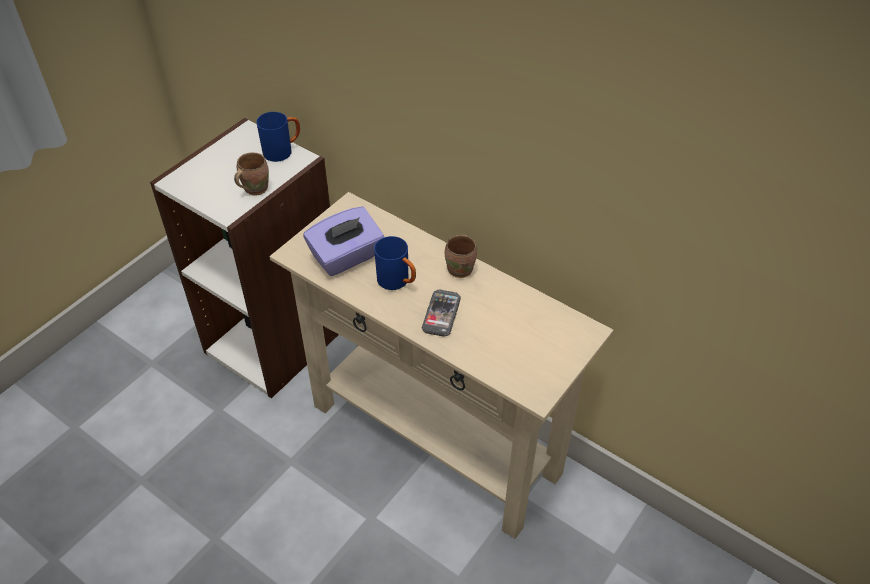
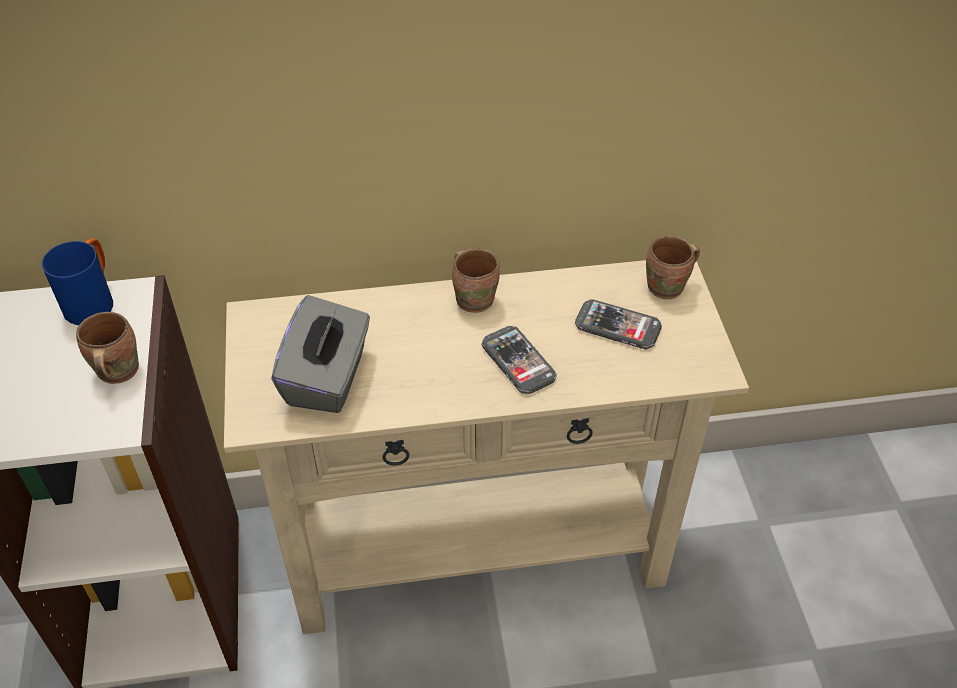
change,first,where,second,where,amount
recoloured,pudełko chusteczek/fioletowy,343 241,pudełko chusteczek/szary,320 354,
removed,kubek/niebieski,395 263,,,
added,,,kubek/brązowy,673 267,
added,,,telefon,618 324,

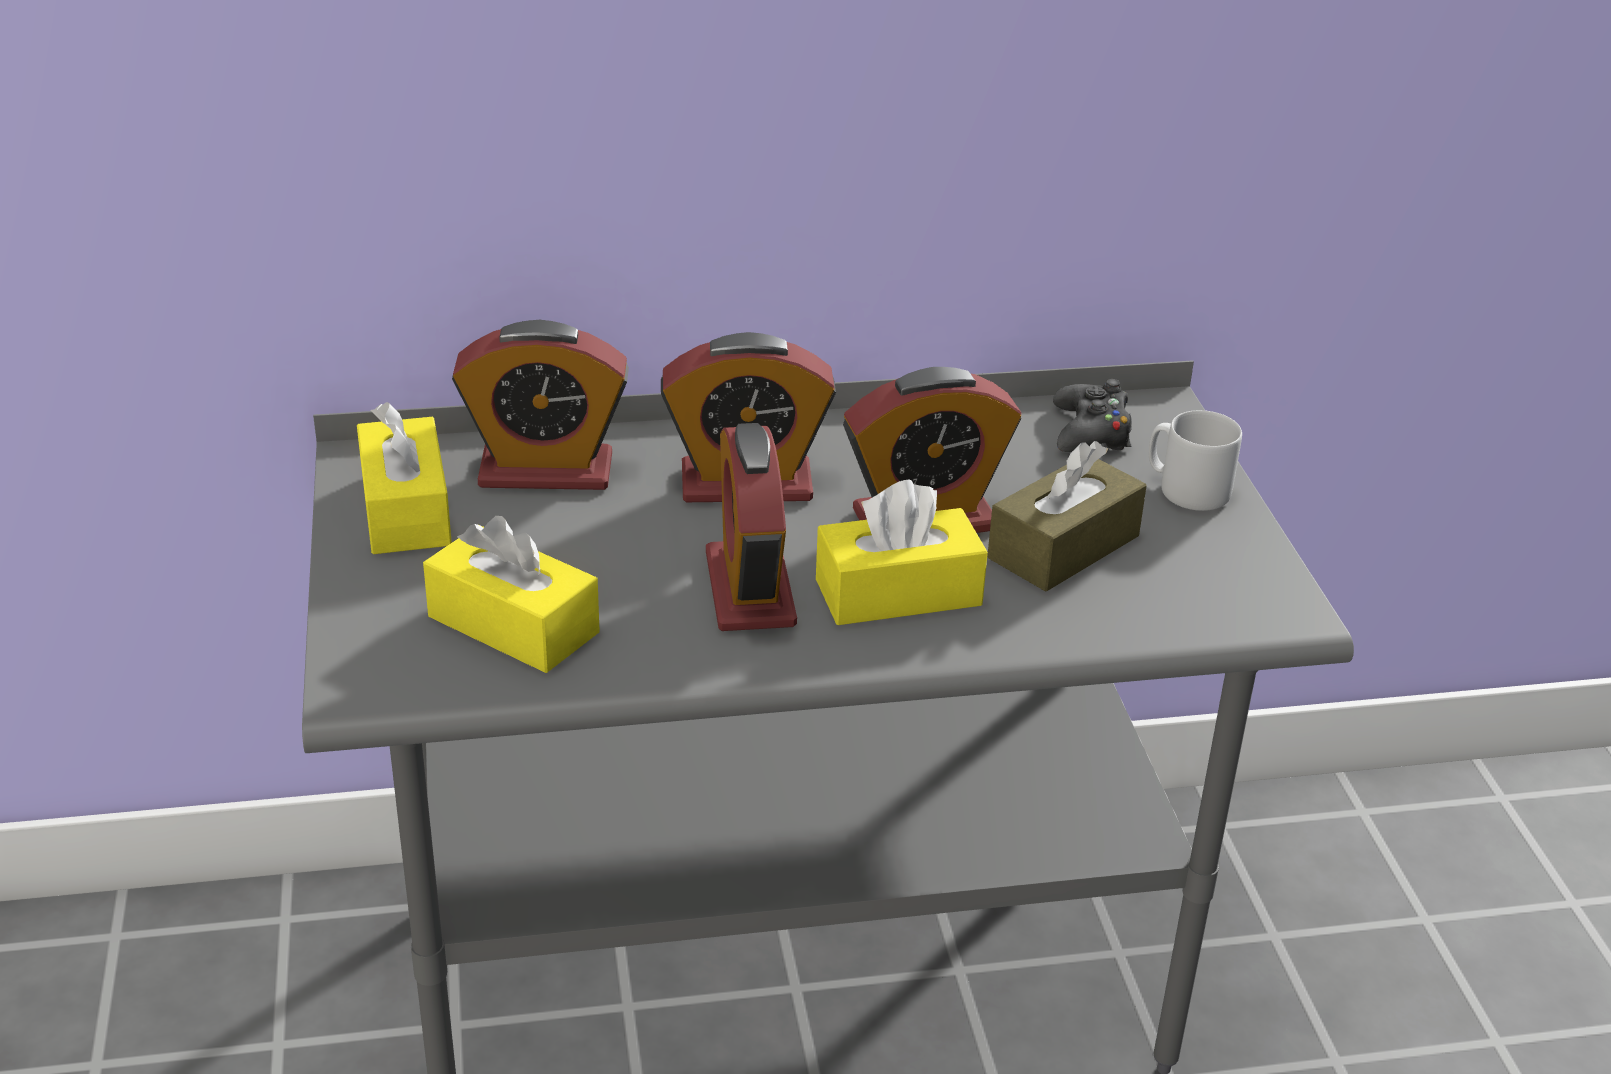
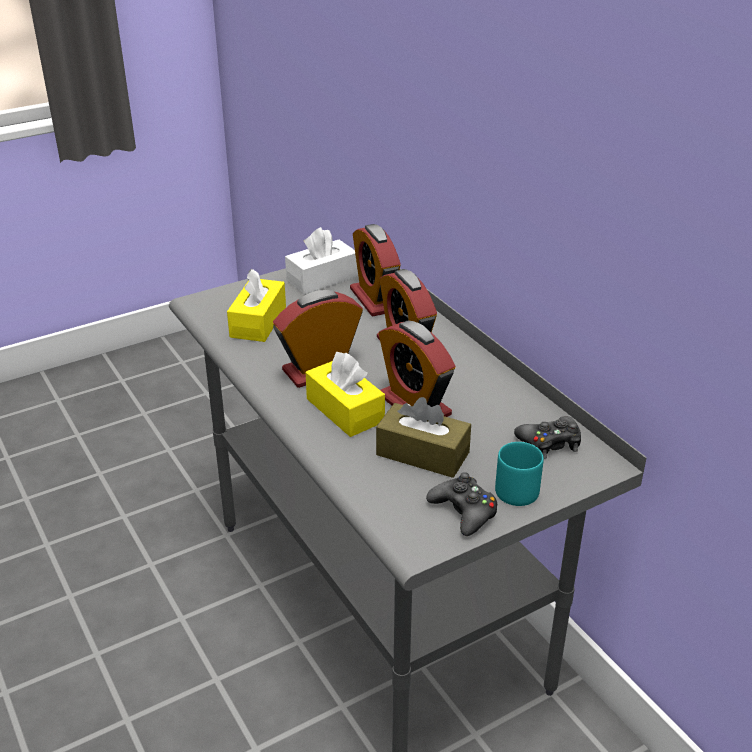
change,first,where,second,where,amount
recoloured,pudełko chusteczek/żółty,404 478,pudełko chusteczek/biały,321 260,
recoloured,kubek/szary,1195 460,kubek/turkusowy,519 474,
added,,,pad do gier/czarny,462 504,

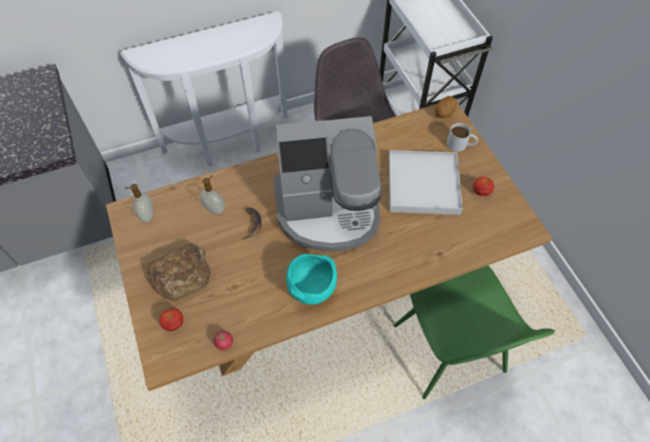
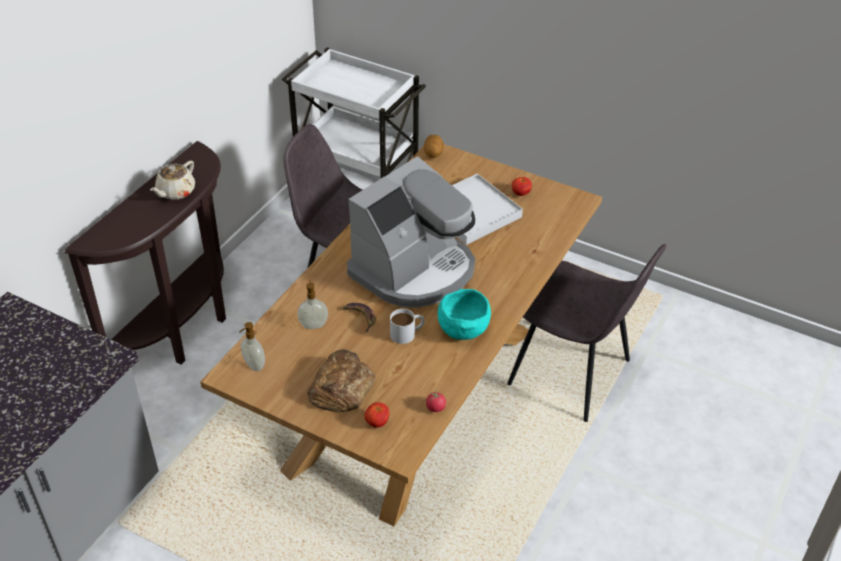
change,first,where,second,where,amount
recoloured,stolik konsolowy/biały,204 89,stolik konsolowy/brązowy,145 253,
moved,kubek/biały,462 137,,407 326,
recoloured,krzesło/zielony,474 332,krzesło/szary,586 333,
added,,,imbryk/beżowy,172 180,

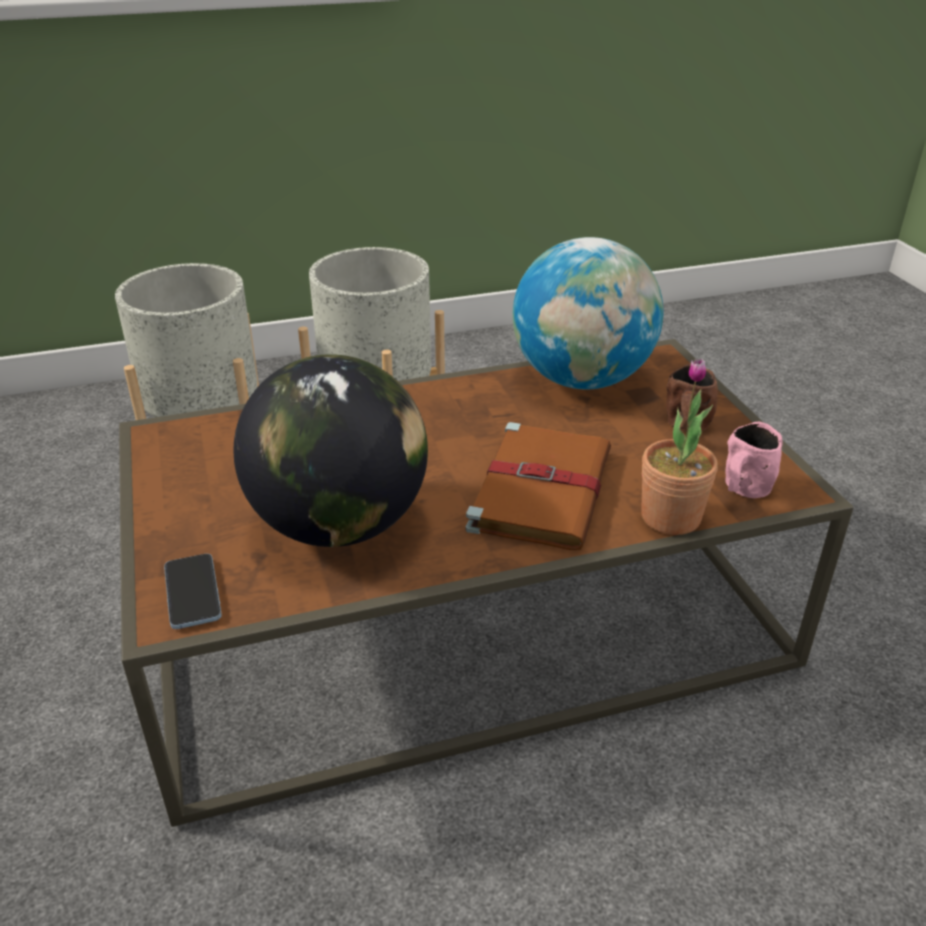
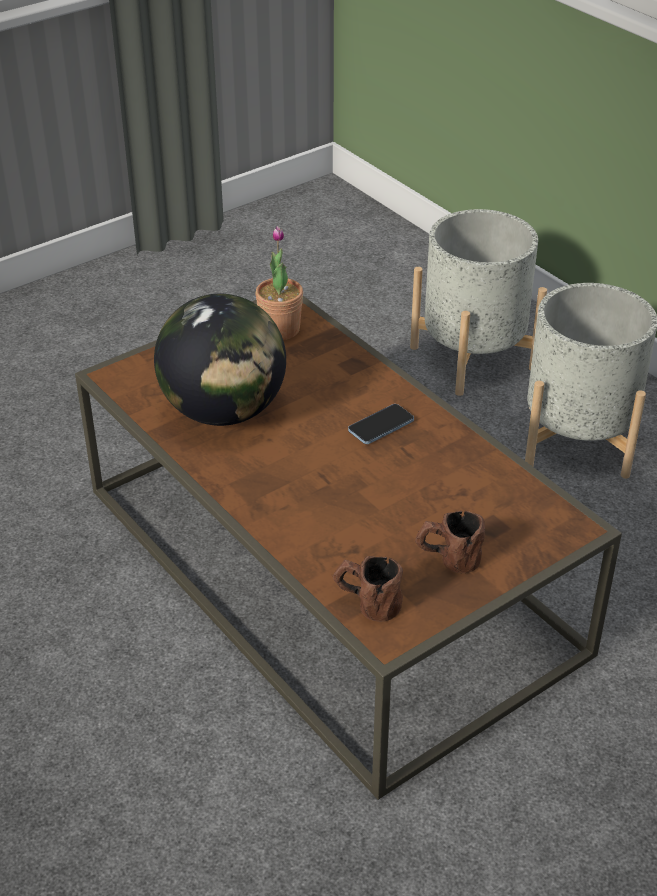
change,first,where,second,where,amount
removed,globus,588 313,,,
moved,roślina doniczkowa,679 446,,279 283,
removed,książka/brązowy,538 486,,,
recoloured,kubek/różowy,754 460,kubek/brązowy,368 589,
moved,telefon,193 591,,381 424,

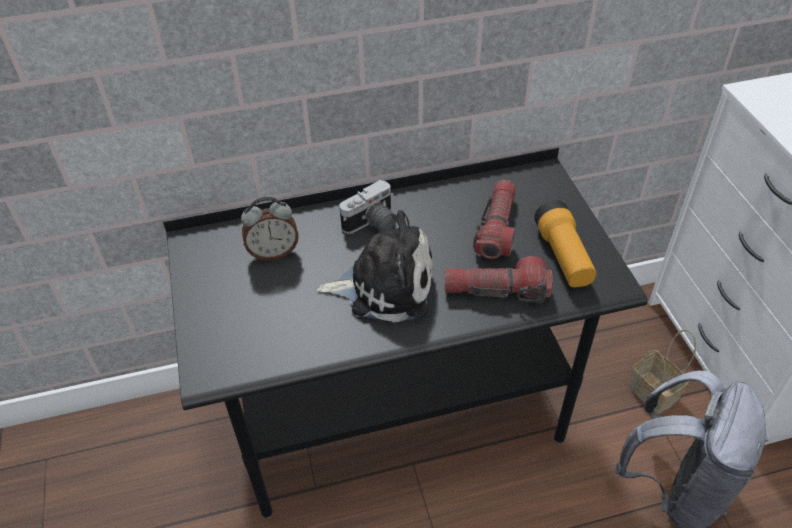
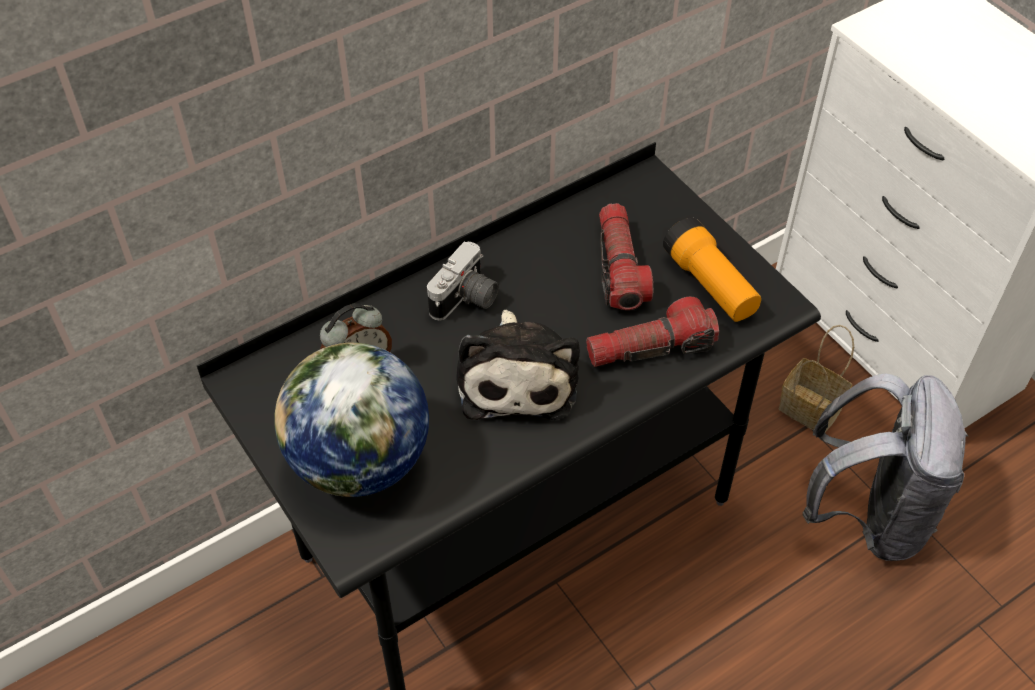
change,first,where,second,where,amount
turned,pluszak,375 266,,518 365,105 degrees clockwise
added,,,globus,351 420,

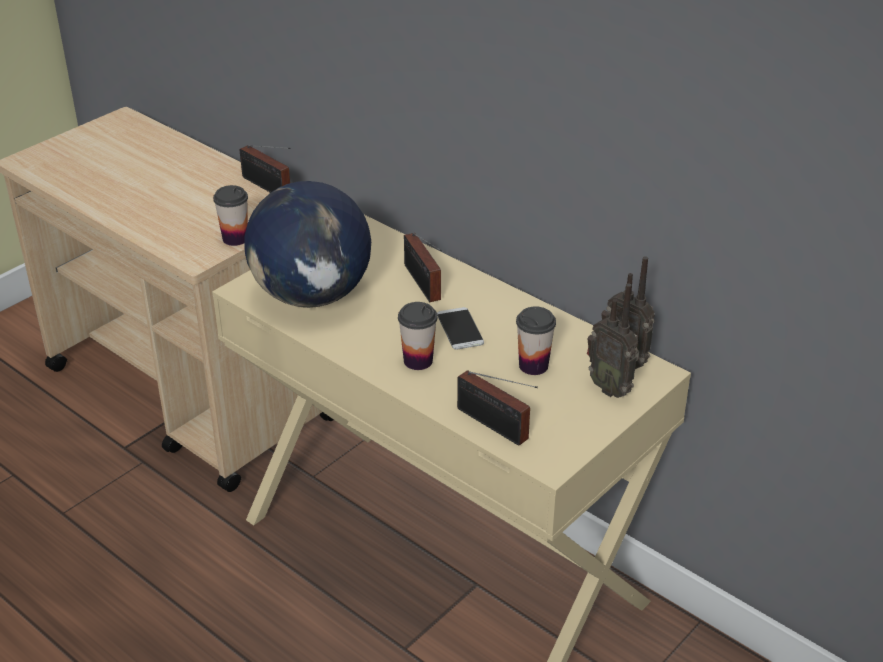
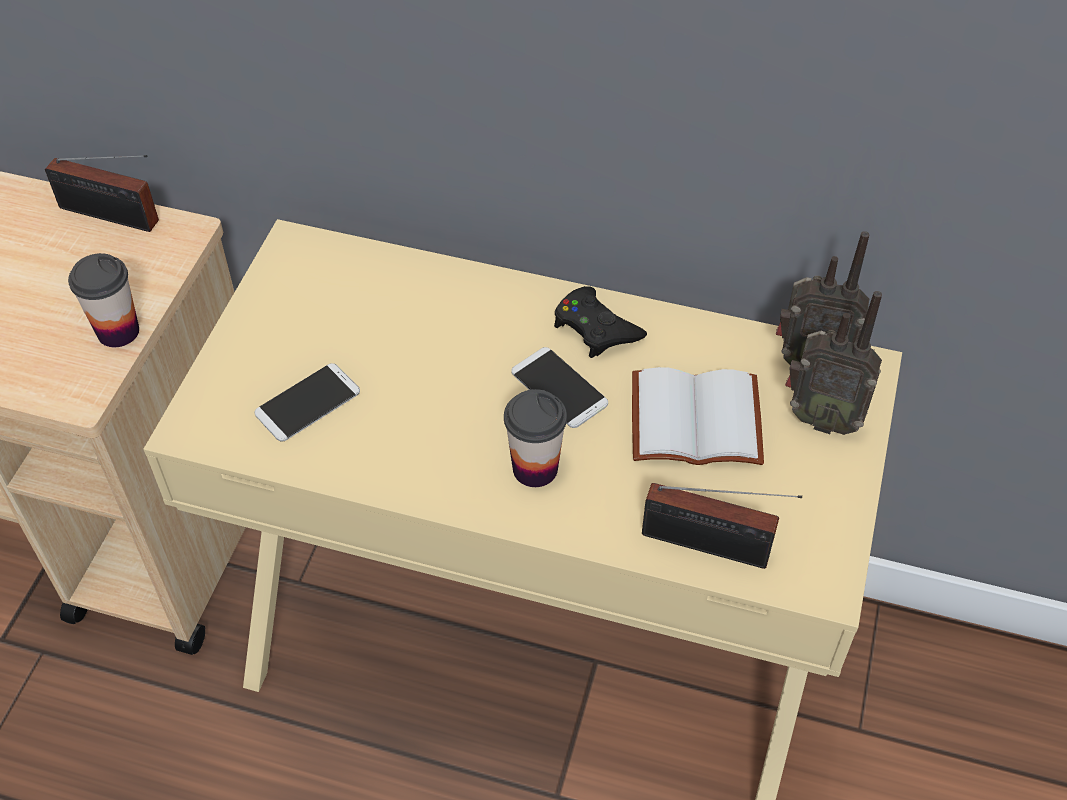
change,first,where,second,where,amount
replaced,globus,307 244,telefon,307 402,
removed,radio,423 267,,,
replaced,filiżanka,536 340,książka/biały,698 416,
added,,,pad do gier/czarny,600 322,

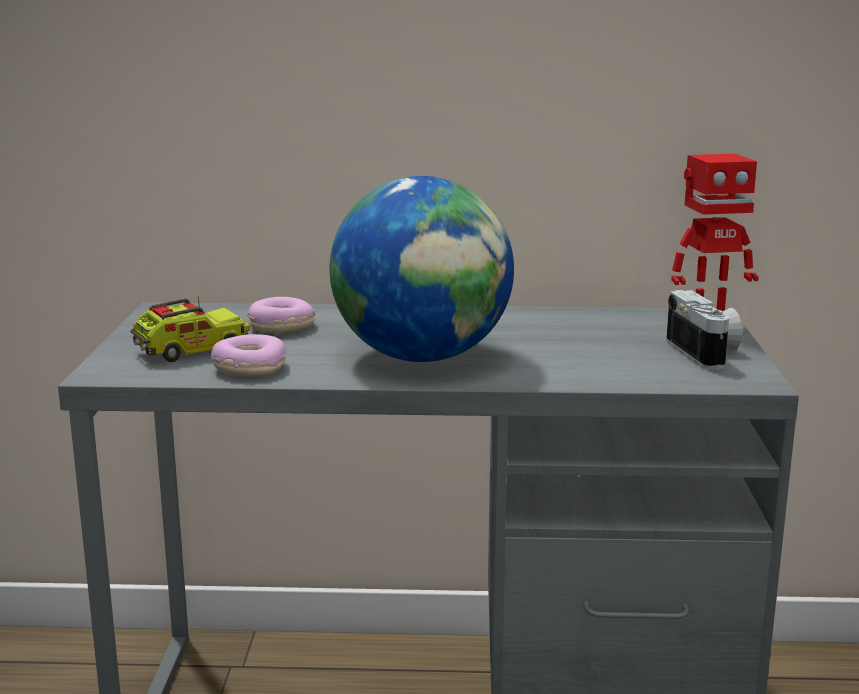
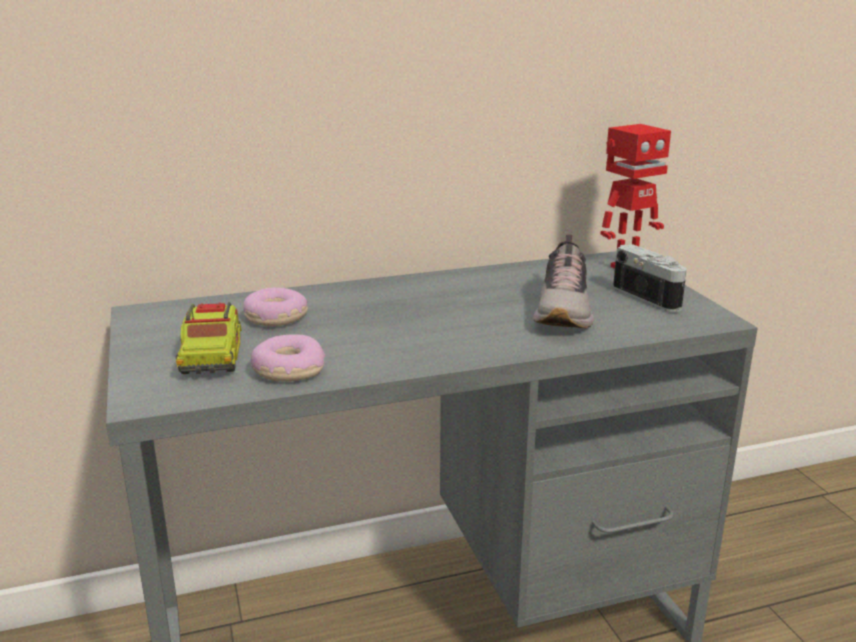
change,first,where,second,where,amount
removed,globus,422 269,,,
turned,ciężarówka zabawkowa,190 329,,209 338,135 degrees clockwise
added,,,but,563 281,

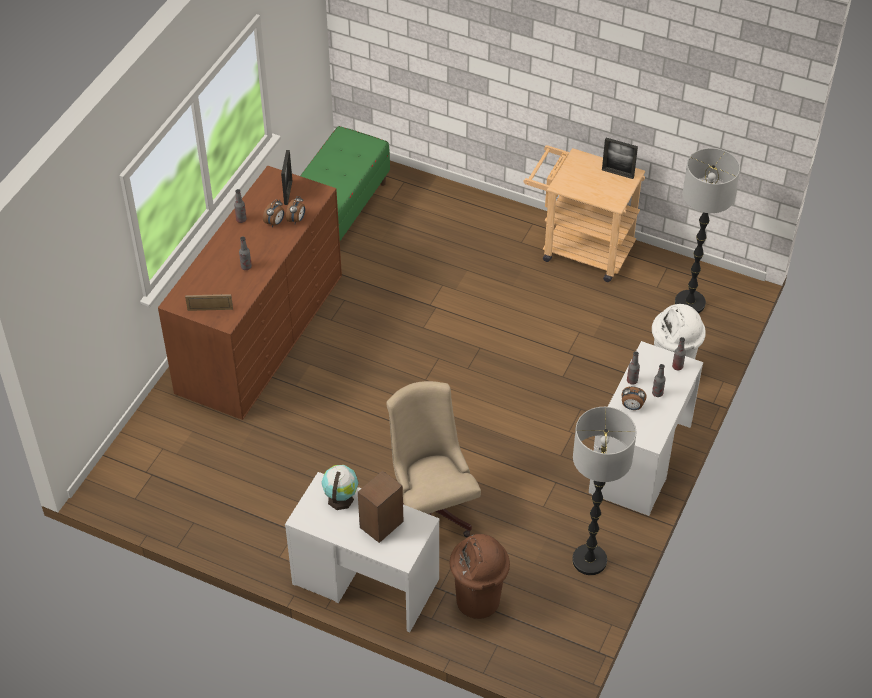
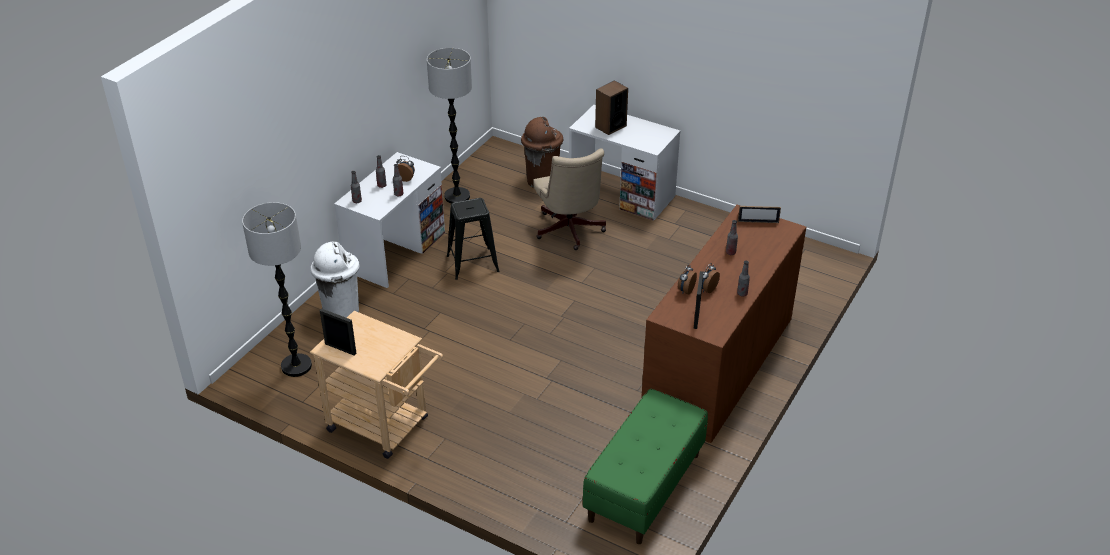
change,first,where,second,where,amount
removed,globus,340 487,,,
added,,,stołek/czarny,473 239,

